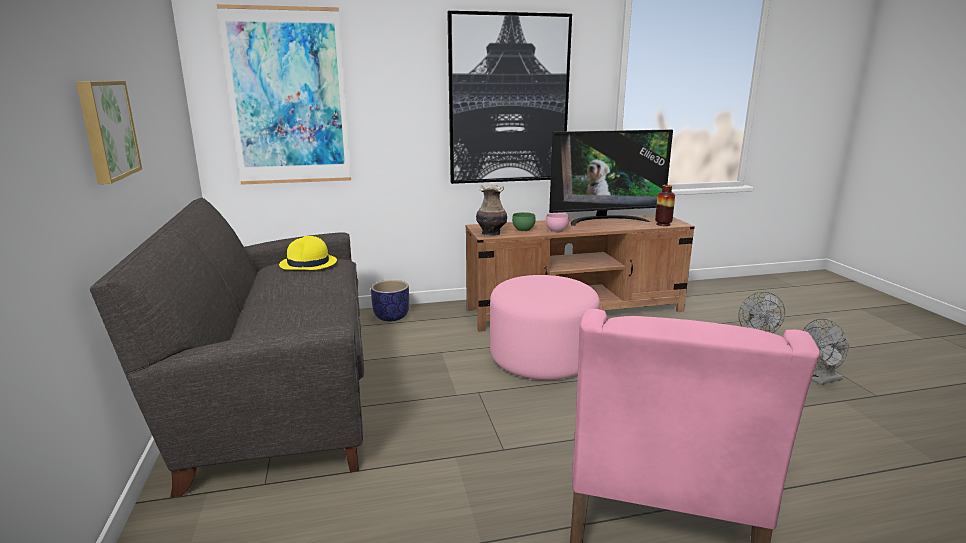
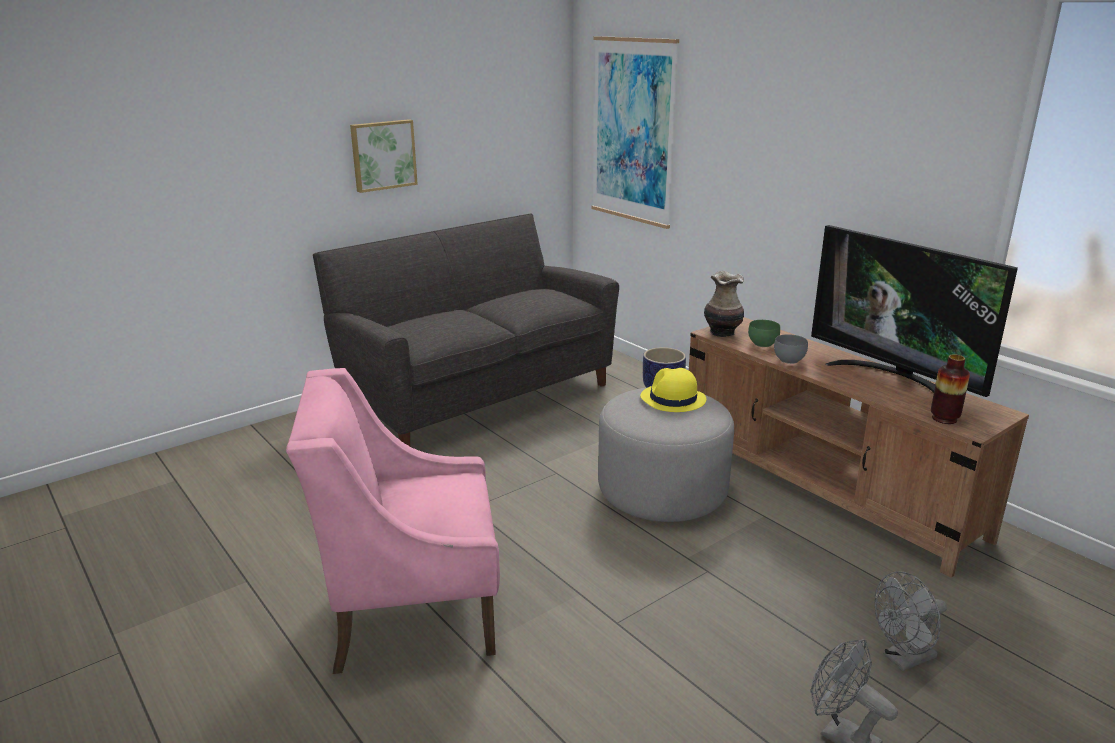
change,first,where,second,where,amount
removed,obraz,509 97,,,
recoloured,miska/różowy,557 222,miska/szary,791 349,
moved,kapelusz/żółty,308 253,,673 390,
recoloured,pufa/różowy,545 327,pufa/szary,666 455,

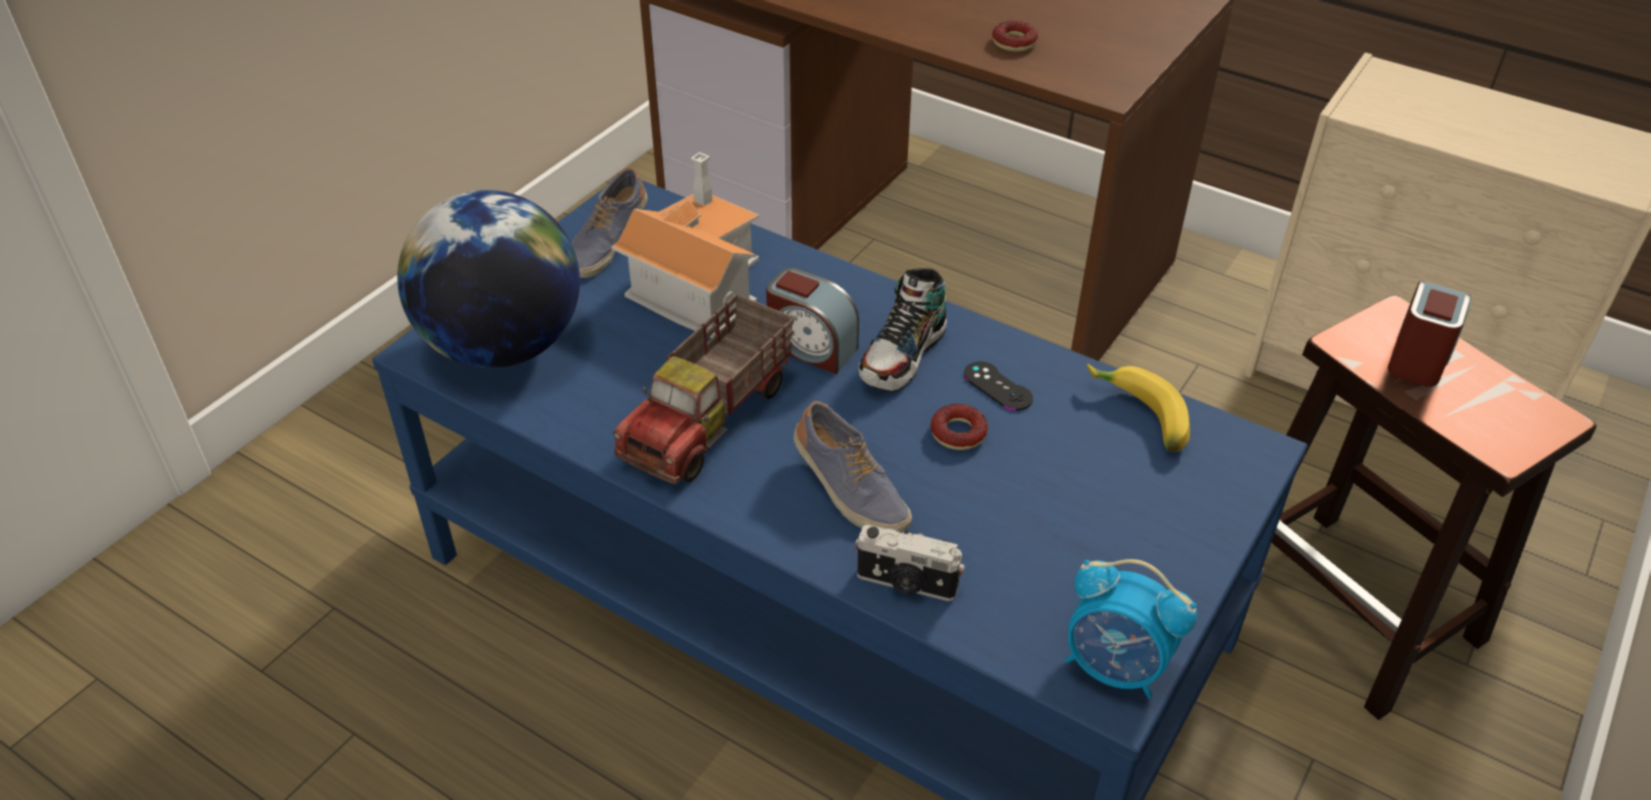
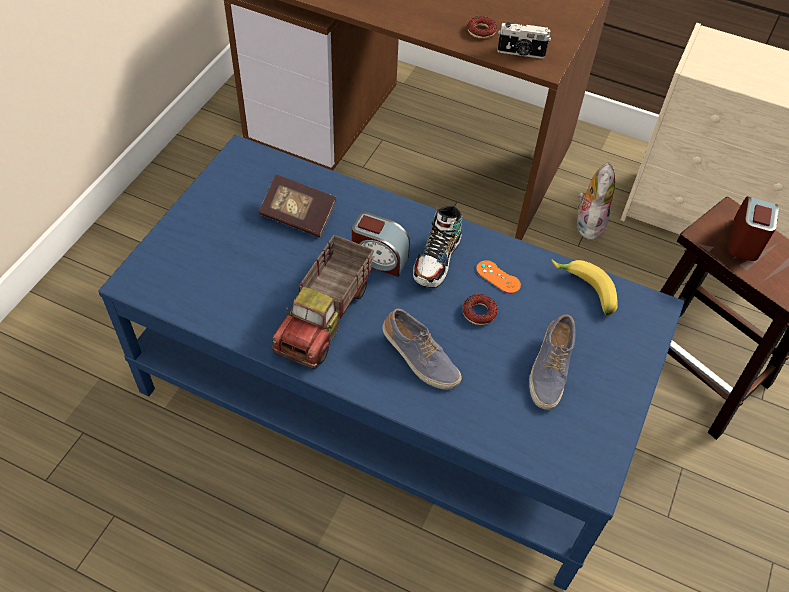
change,first,where,second,where,amount
replaced,domek,685 245,książka,298 206,
moved,but,609 222,,552 362,
removed,globus,488 279,,,
recoloured,pad do gier/czarny,998 386,pad do gier/pomarańczowy,498 277,
moved,aparat fotograficzny,910 563,,524 40,
removed,budzik,1130 629,,,
added,,,pluszak,596 201,

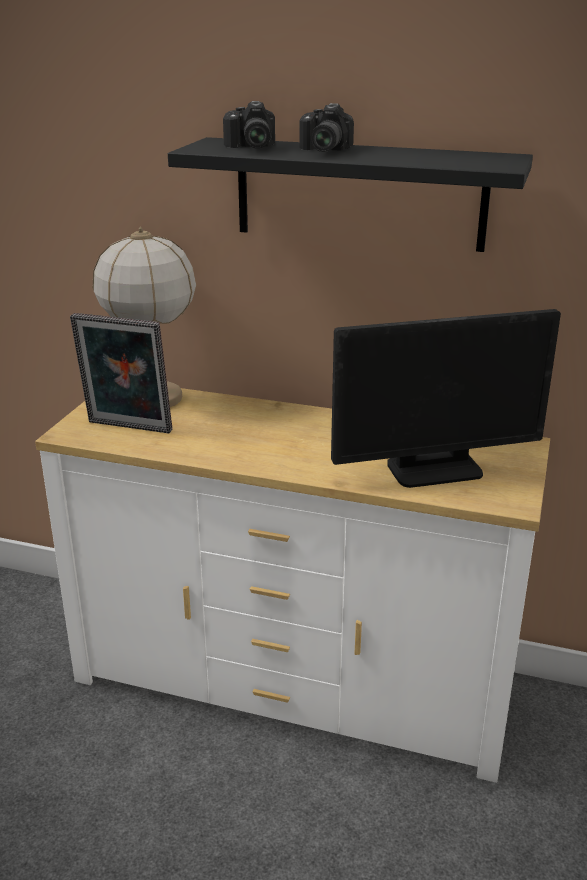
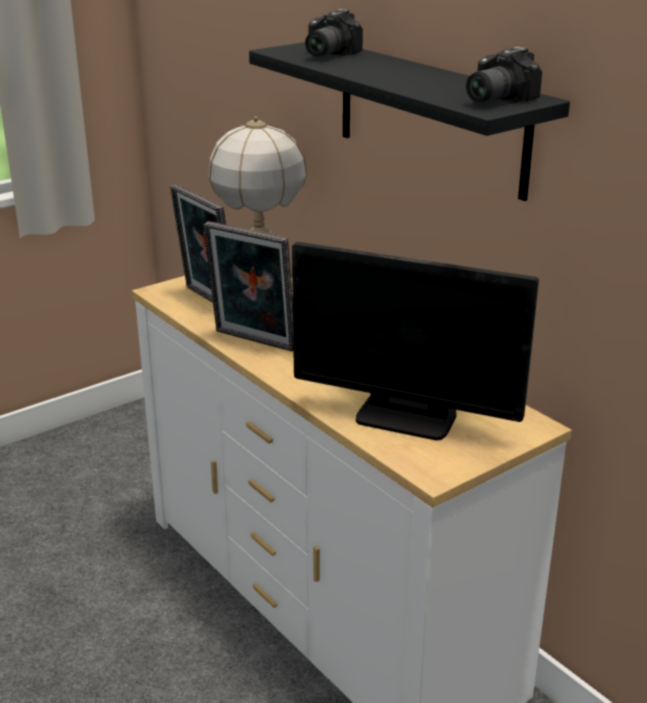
change,first,where,second,where,amount
moved,aparat fotograficzny,326 127,,504 75,
added,,,ramka na zdjęcie,248 286,

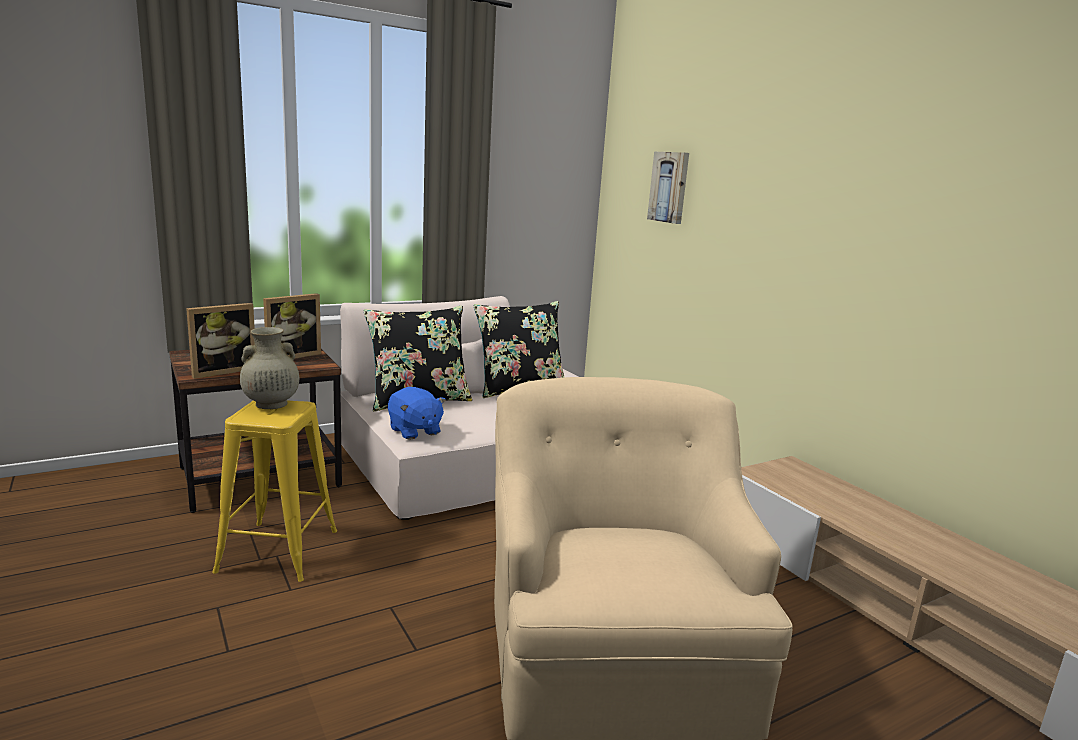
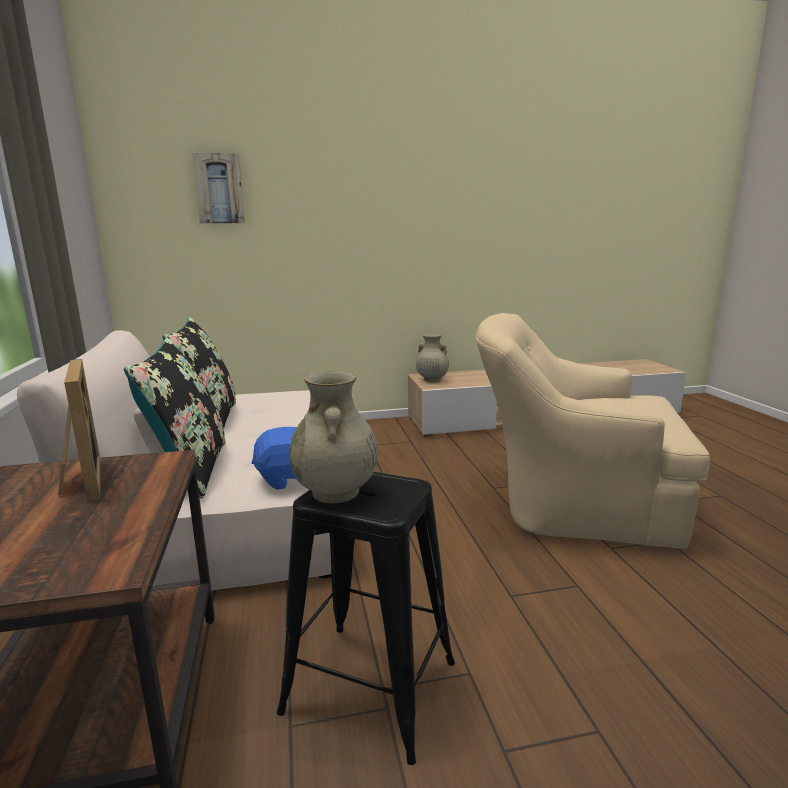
change,first,where,second,where,amount
removed,ramka na zdjęcie,220 341,,,
recoloured,stołek/żółty,274 491,stołek/czarny,366 618,
added,,,wazon/beżowy,432 357,

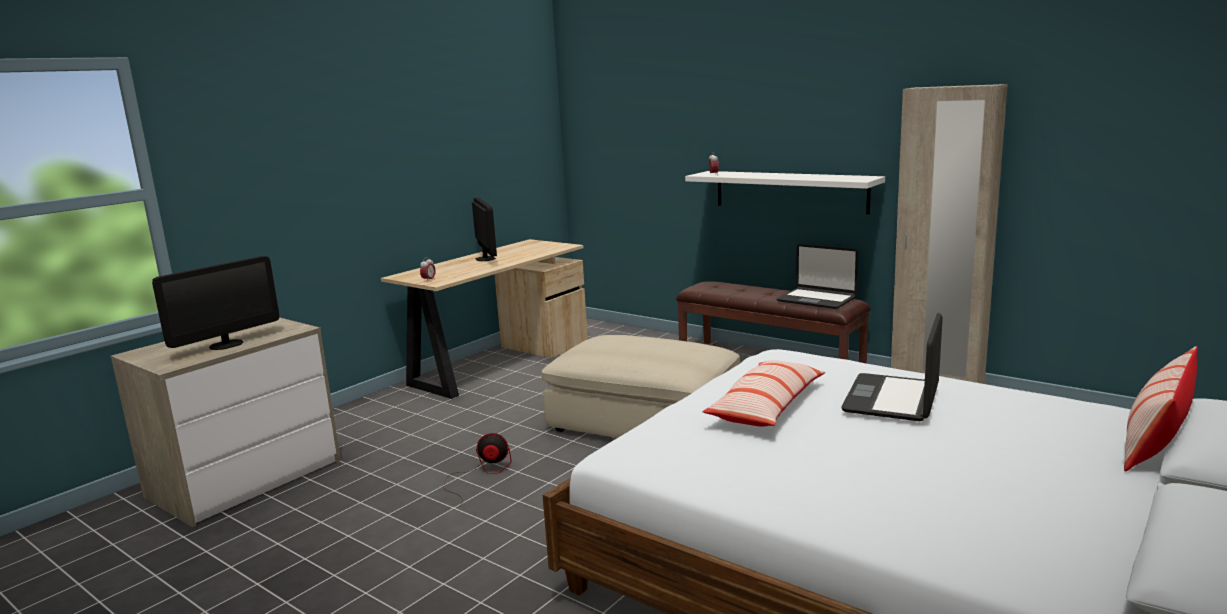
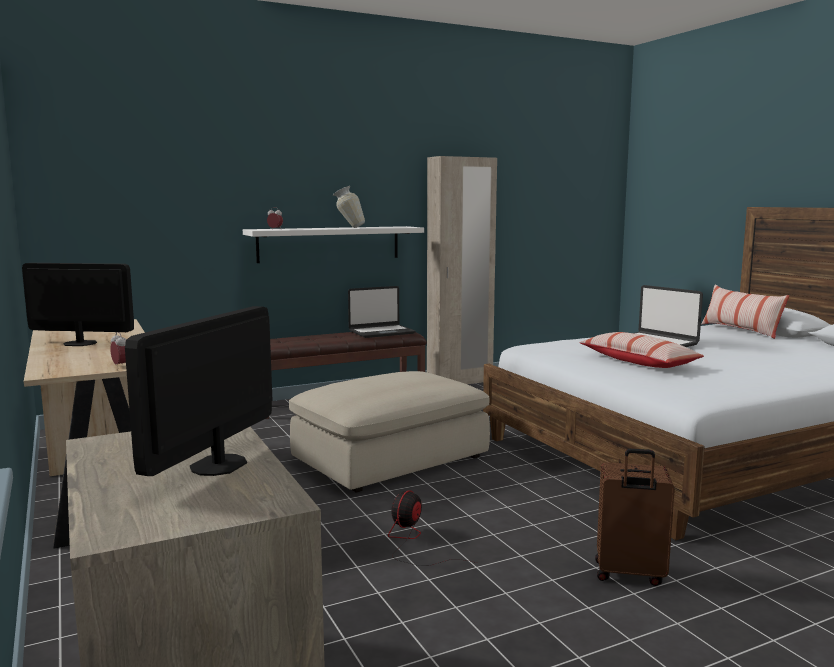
change,first,where,second,where,amount
turned,monitor,215 303,,198 391,135 degrees counterclockwise
added,,,wazon,349 207,
added,,,walizka/brązowy,635 517,

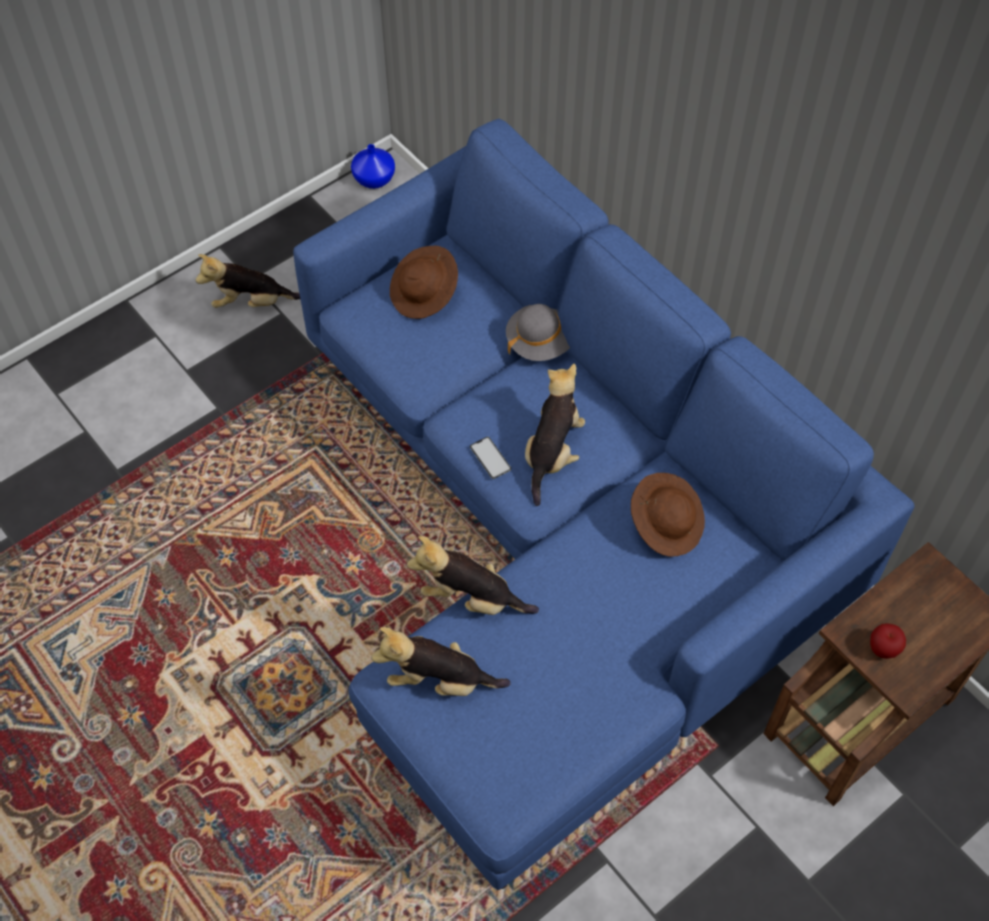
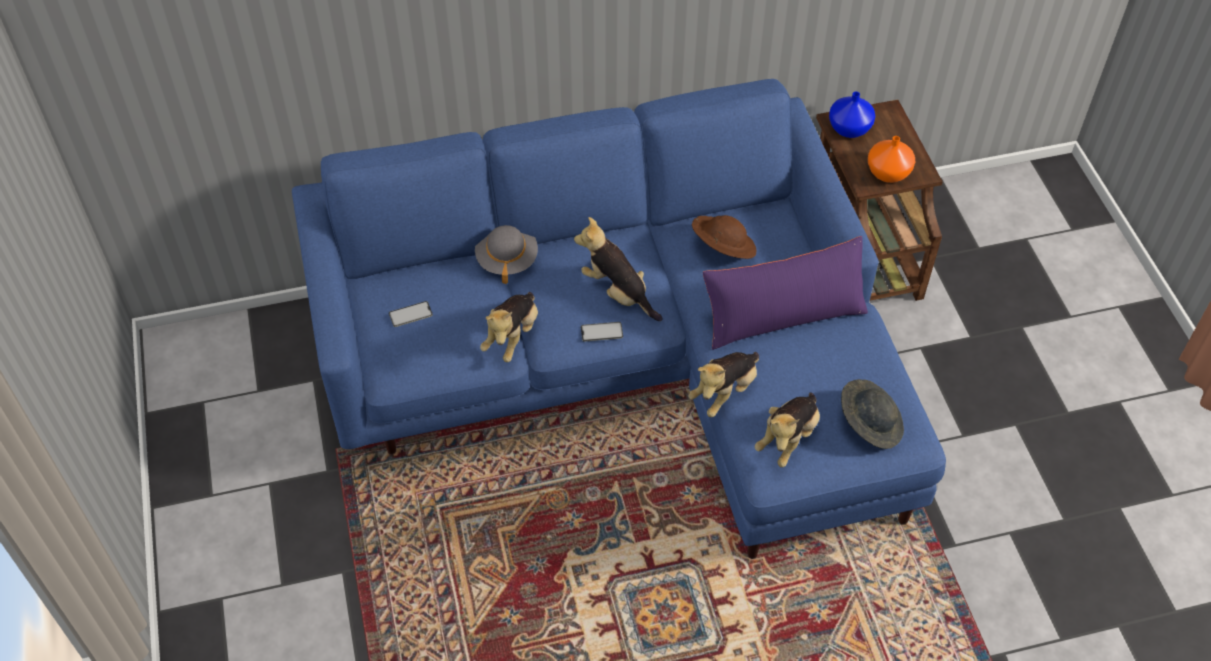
change,first,where,second,where,amount
moved,wazon/niebieski,373 166,,852 114,
replaced,kapelusz/brązowy,424 282,telefon,411 314,
moved,pluszak,248 281,,509 327,
replaced,jabłko,888 641,wazon/pomarańczowy,891 159,
added,,,poduszka/fioletowy,785 293,
added,,,kapelusz/szary,872 414,

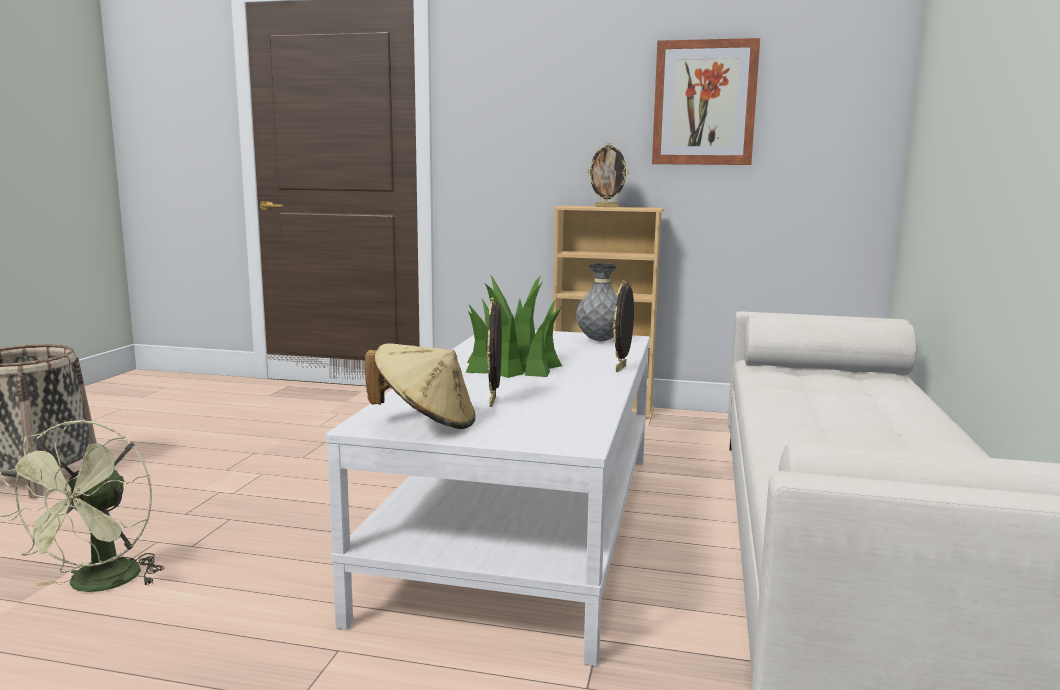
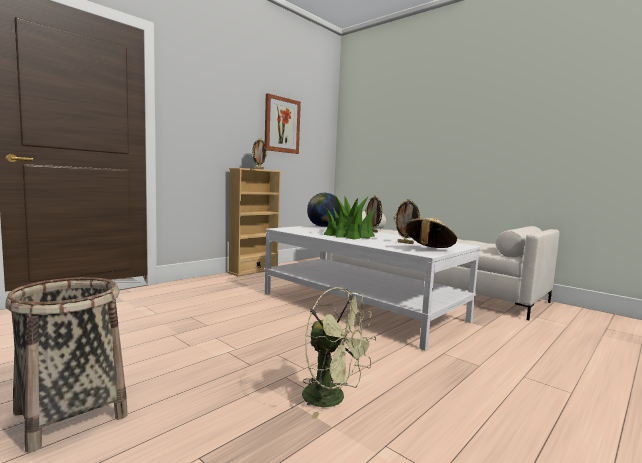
change,first,where,second,where,amount
replaced,wazon/szary,597 302,globus,323 210,

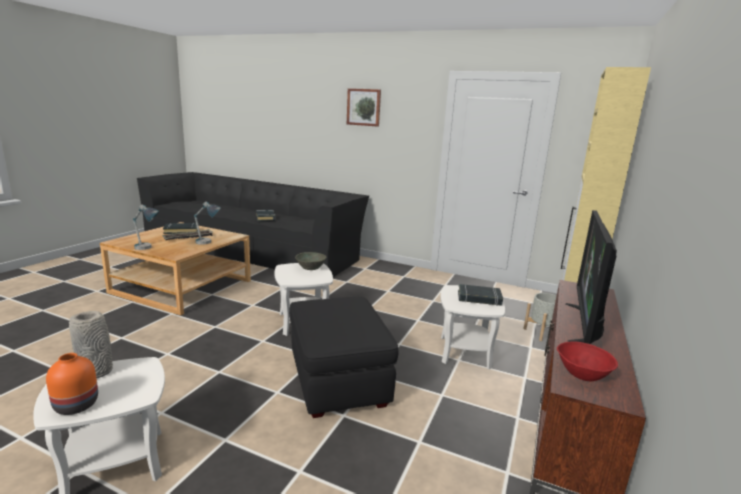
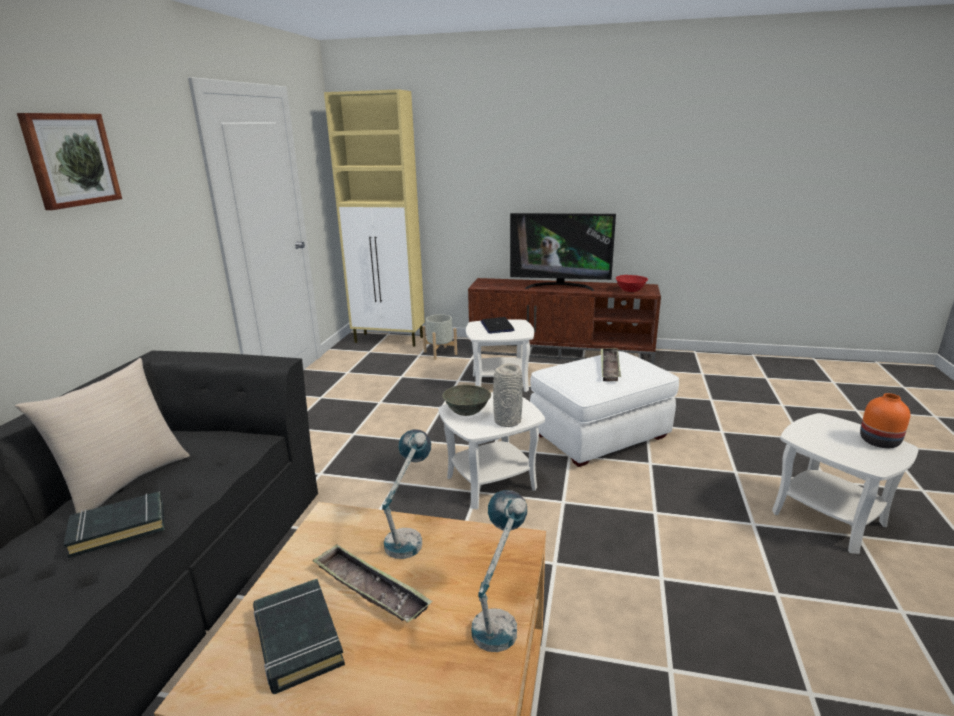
change,first,where,second,where,amount
replaced,książka/czarny,480 295,laptop,497 325,
recoloured,pufa/czarny,343 357,pufa/biały,604 409,
moved,wazon/szary,91 344,,508 395,
added,,,taca,611 364,
added,,,poduszka/beżowy,102 435,

